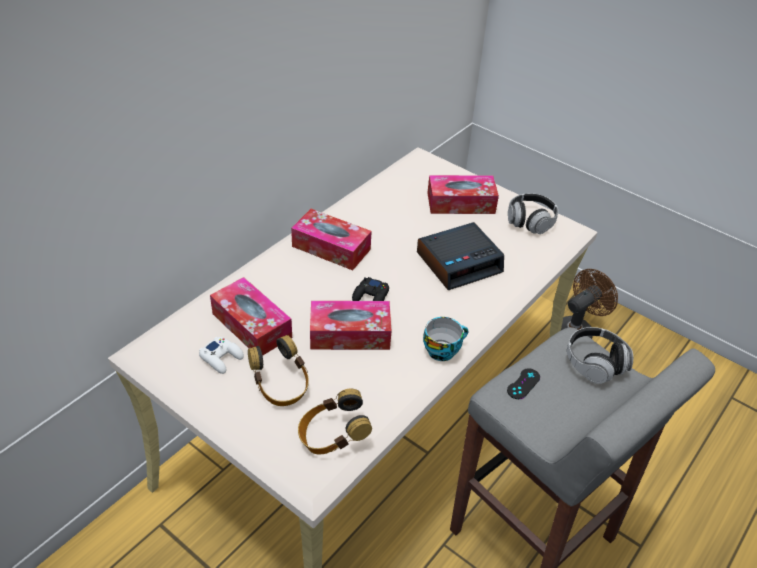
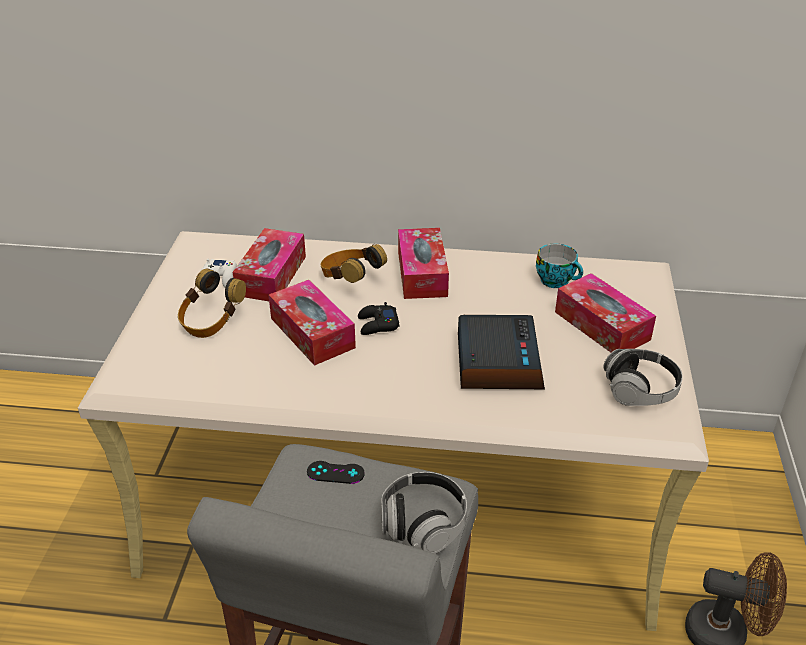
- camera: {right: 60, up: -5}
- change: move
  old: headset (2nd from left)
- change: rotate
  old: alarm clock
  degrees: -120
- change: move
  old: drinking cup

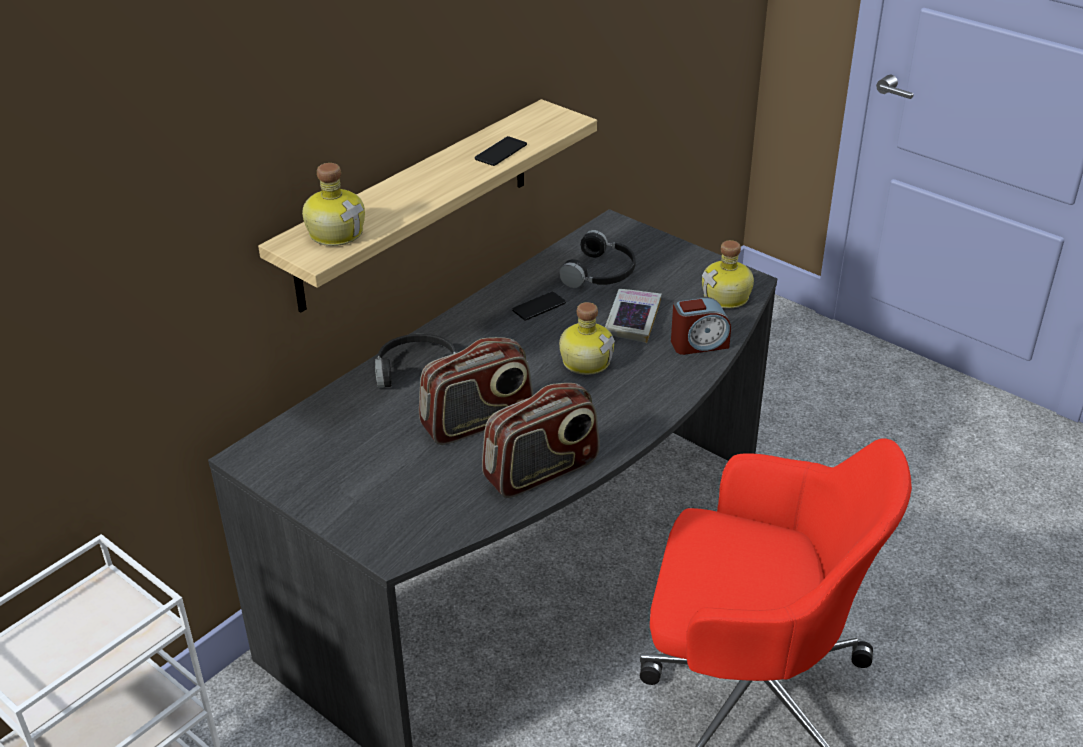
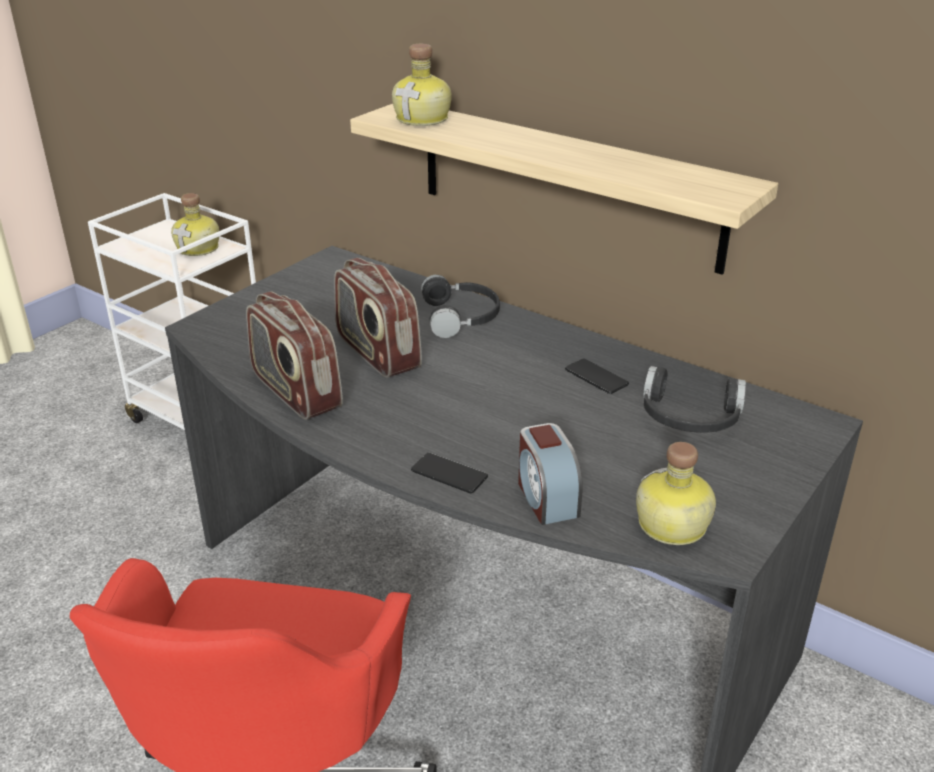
- camera: {right: 85, up: -5}
- change: move
  old: telephone (1st from left)
- change: move
  old: beverage bottle (2nd from left in the first image)
  new: beverage bottle (1st from left)
- change: delete
  old: bound book

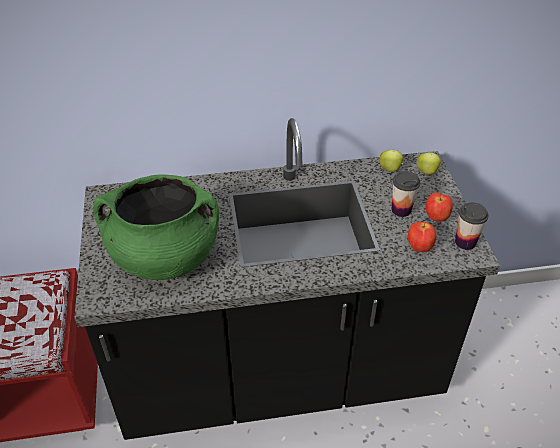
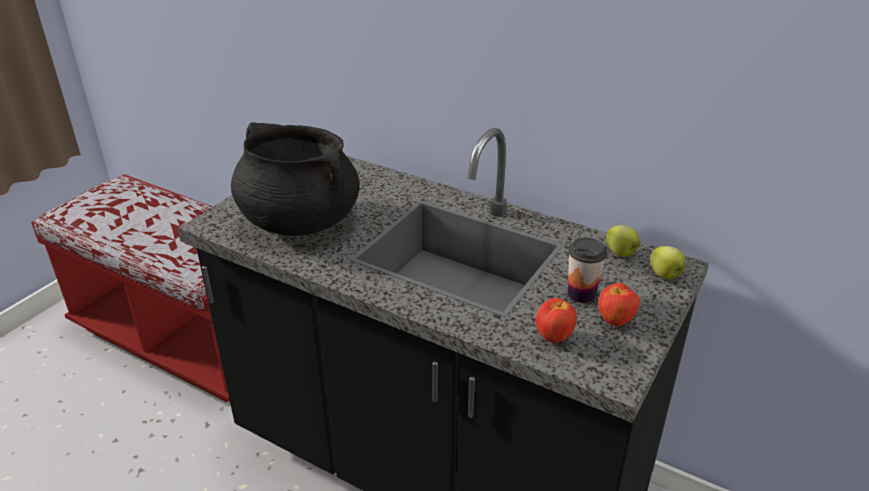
- camera: {right: 40, up: -10}
- change: recolor
  old: cooking pot in green
  new: cooking pot in blackish
- change: delete
  old: drinking cup (2nd from left)

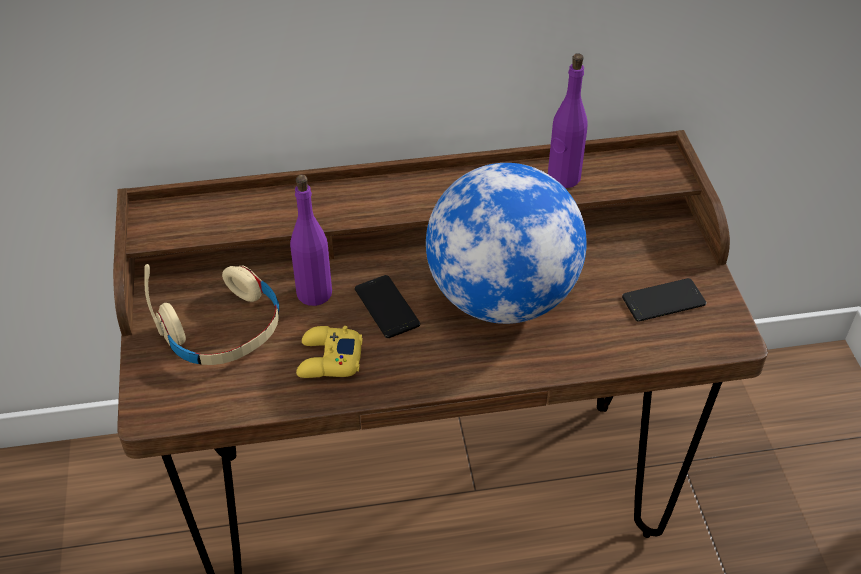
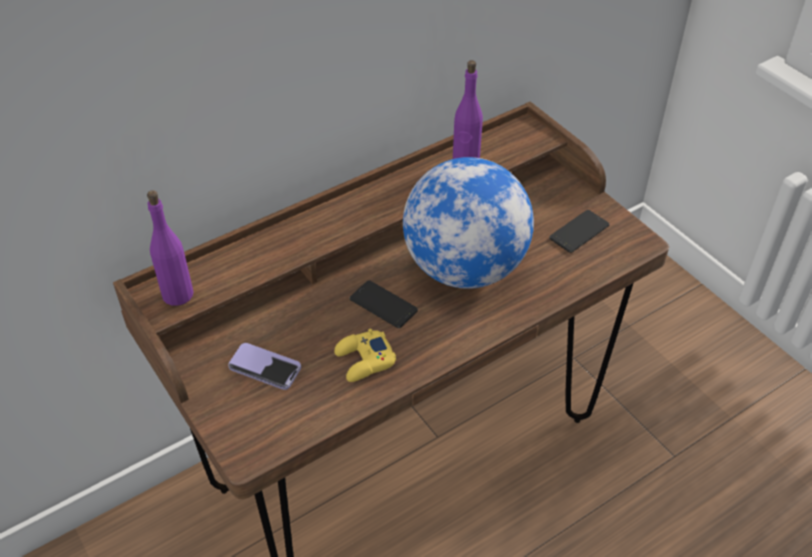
- camera: {right: -25, up: 0}
- change: replace
  old: headset in beige-coloured
  new: telephone (1st from left)
- change: move
  old: beverage bottle in purplish (1st from left)

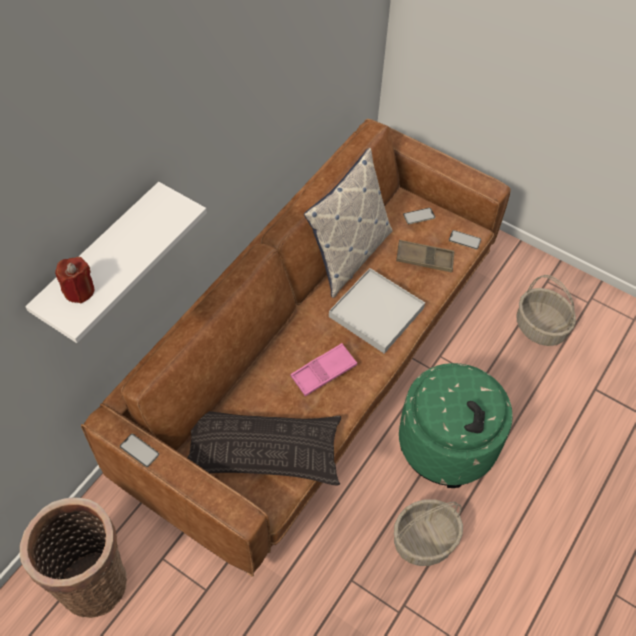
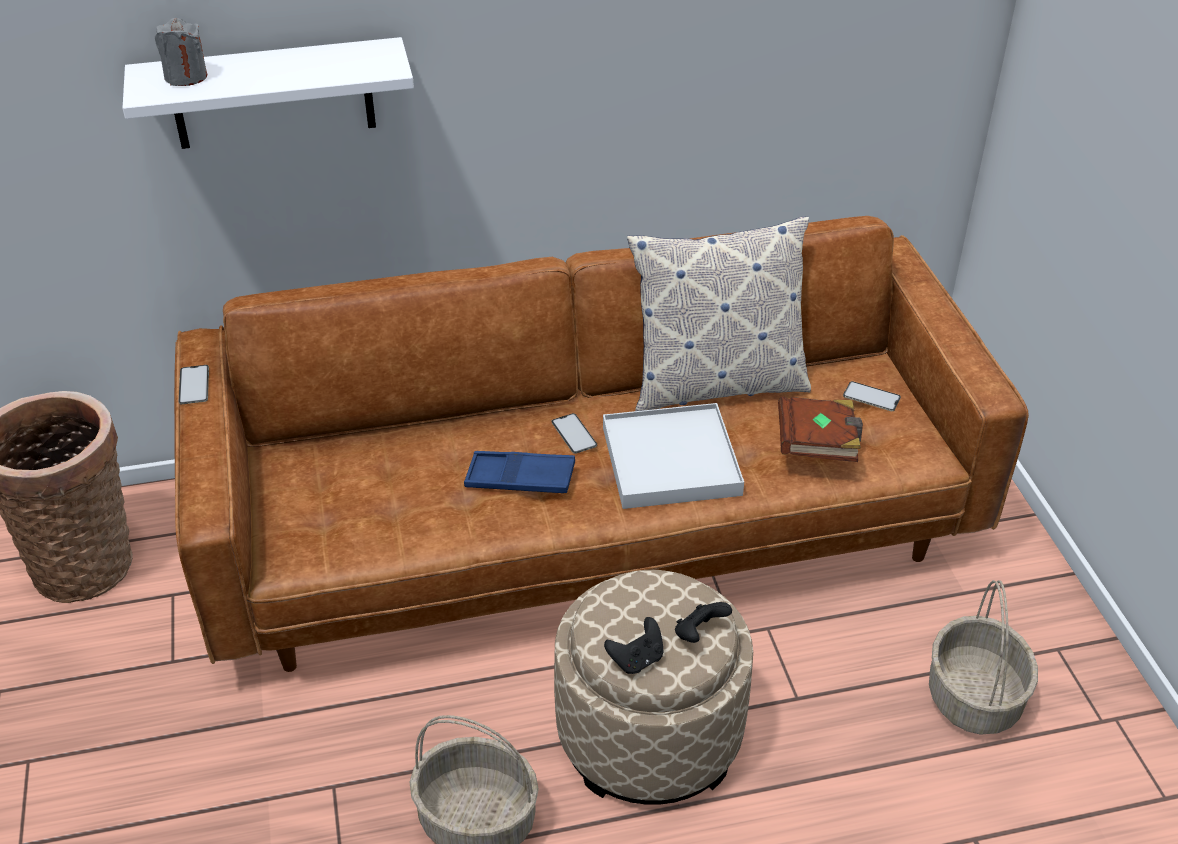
- camera: {right: 45, up: -15}
- change: recolor
  old: wax candle in red
  new: wax candle in greyish
- change: delete
  old: pillow (1st from left)
- change: recolor
  old: carrying tray in pink-coloured
  new: carrying tray in blue
- change: replace
  old: carrying tray in brown
  new: bound book in brown
- change: recolor
  old: ottoman in green
  new: ottoman in beige-coloured
- change: move
  old: telephone (3rd from left in the first image)
  new: telephone (2nd from left)
- change: insert
  new: game controller in blackish (2nd from left)

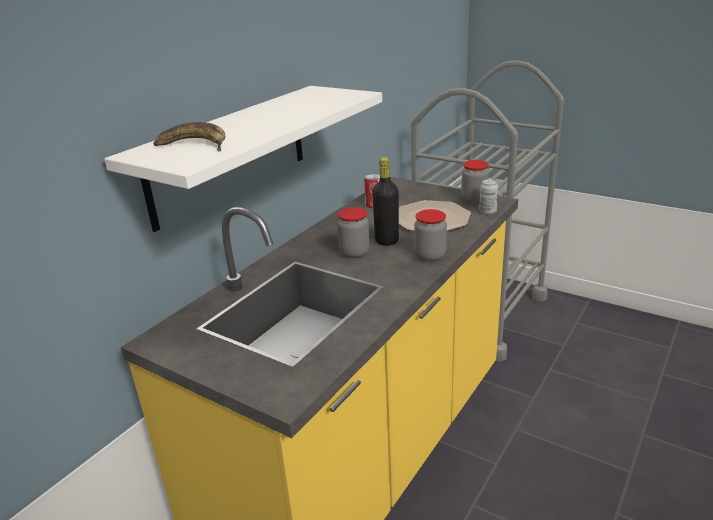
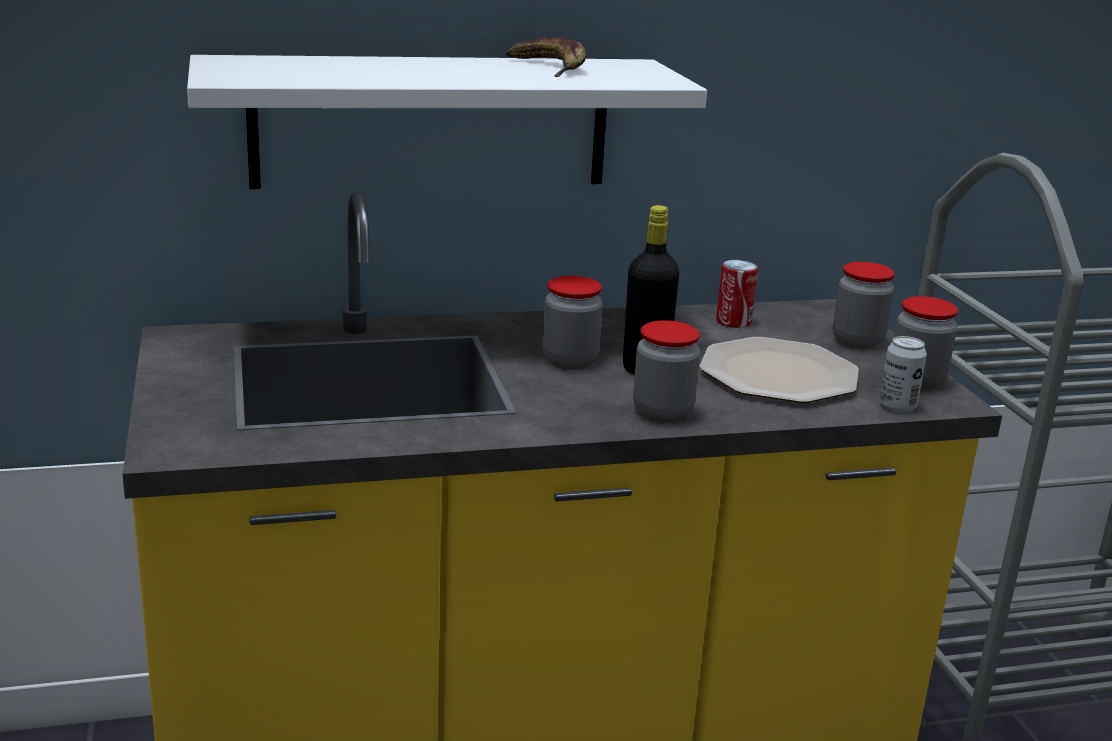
- camera: {right: 40, up: -5}
- change: move
  old: banana fruit
- change: insert
  new: jar (3rd from left)

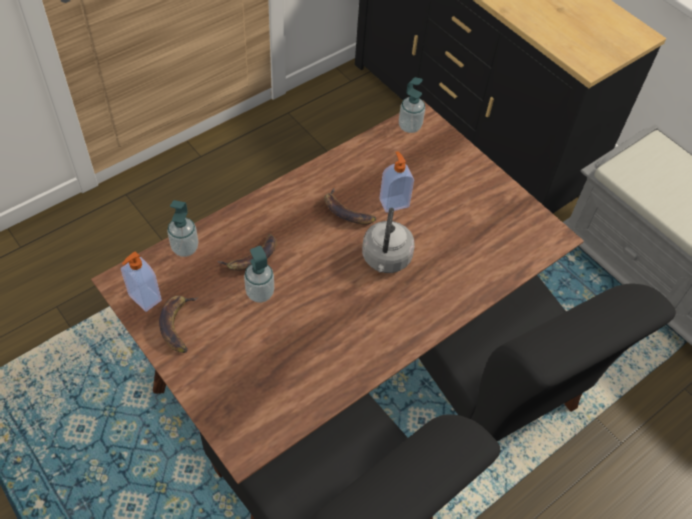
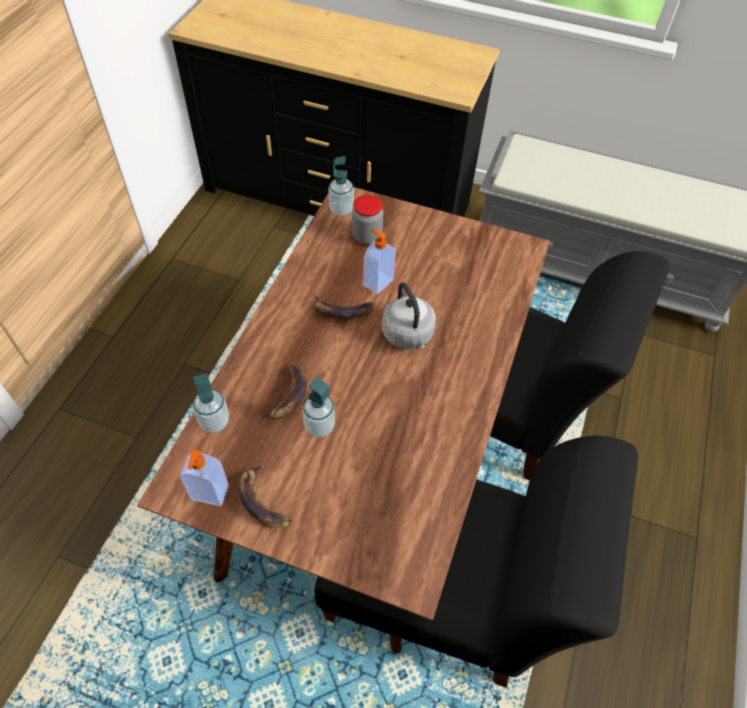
- camera: {right: -30, up: 0}
- change: insert
  new: jar

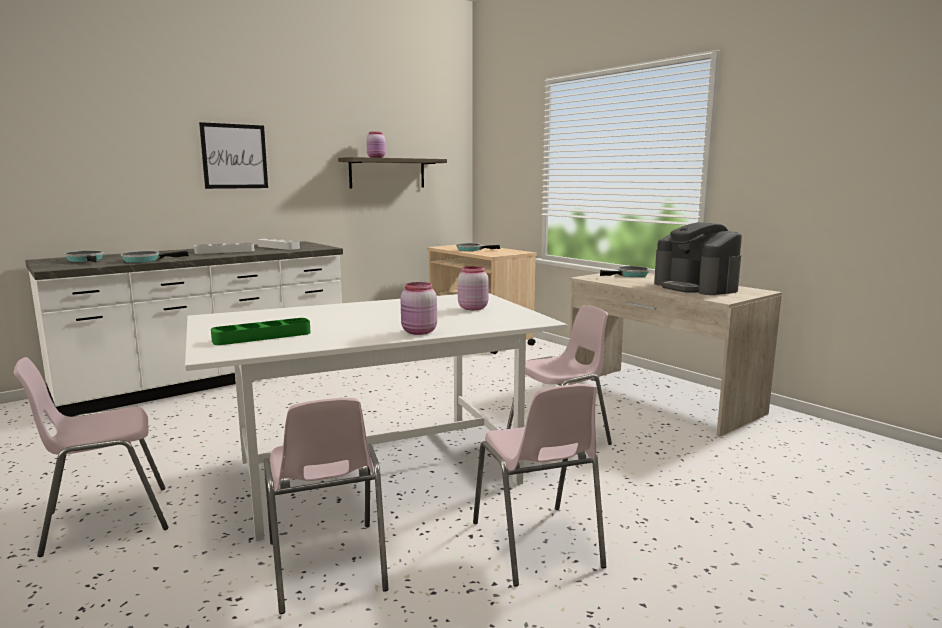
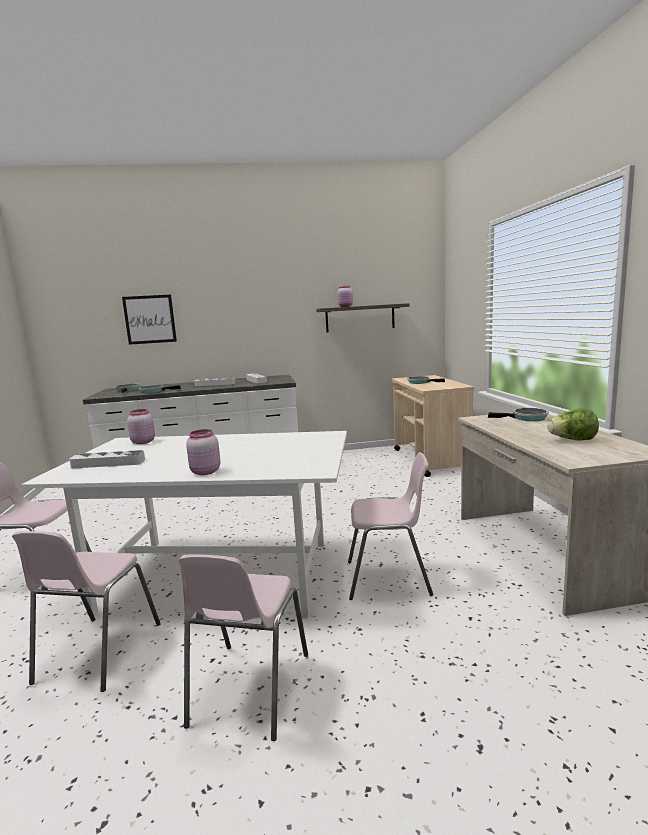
- camera: {right: 30, up: 0}
- change: move
  old: wall art
- change: recolor
  old: carrying tray in green
  new: carrying tray in greyish (1st from left)
- change: move
  old: jar in pink-coloured (3rd from left in the first image)
  new: jar in pink-coloured (1st from left)
- change: replace
  old: coffee machine
  new: lettuce

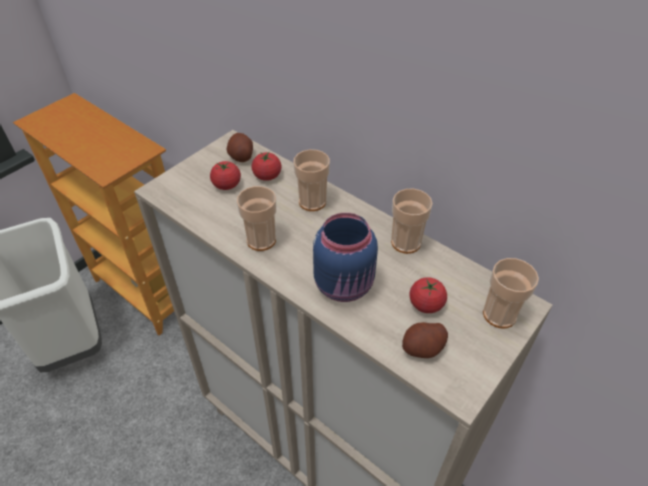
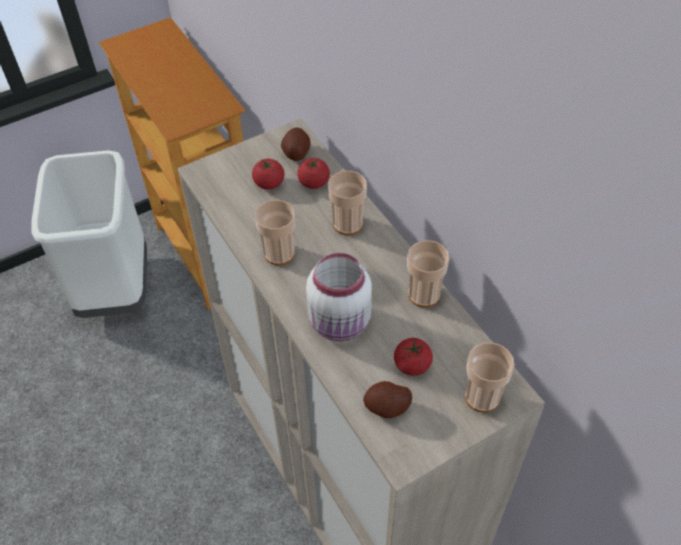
- camera: {right: 20, up: 5}
- change: recolor
  old: jar in blue
  new: jar in whitish

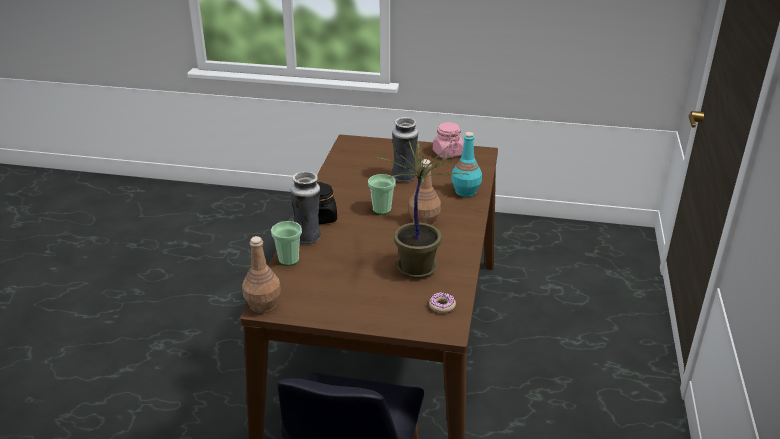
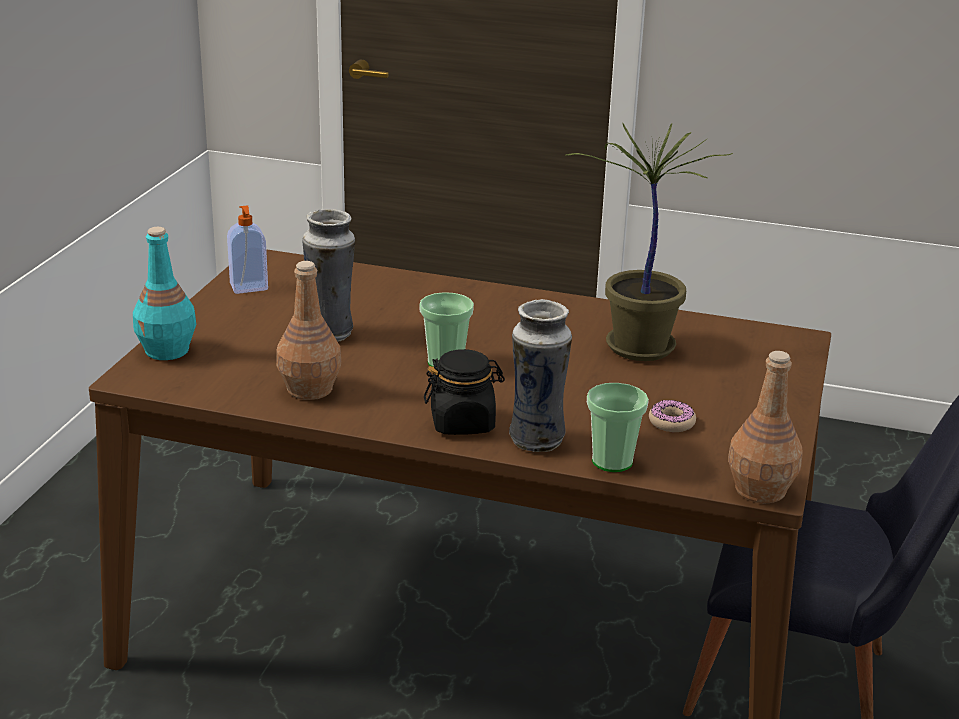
- camera: {right: -85, up: -5}
- change: move
  old: beverage bottle in brown (2nd from left in the first image)
  new: beverage bottle in brown (1st from left)
- change: move
  old: donut
- change: replace
  old: jar in pink-coloured
  new: soap bottle
- change: move
  old: beverage bottle in blue-green

